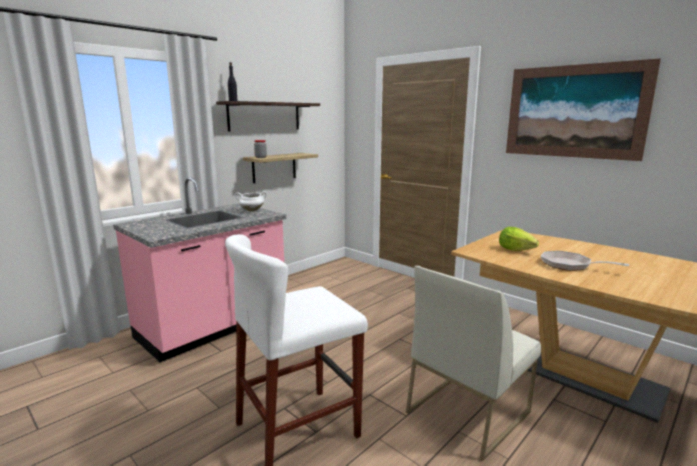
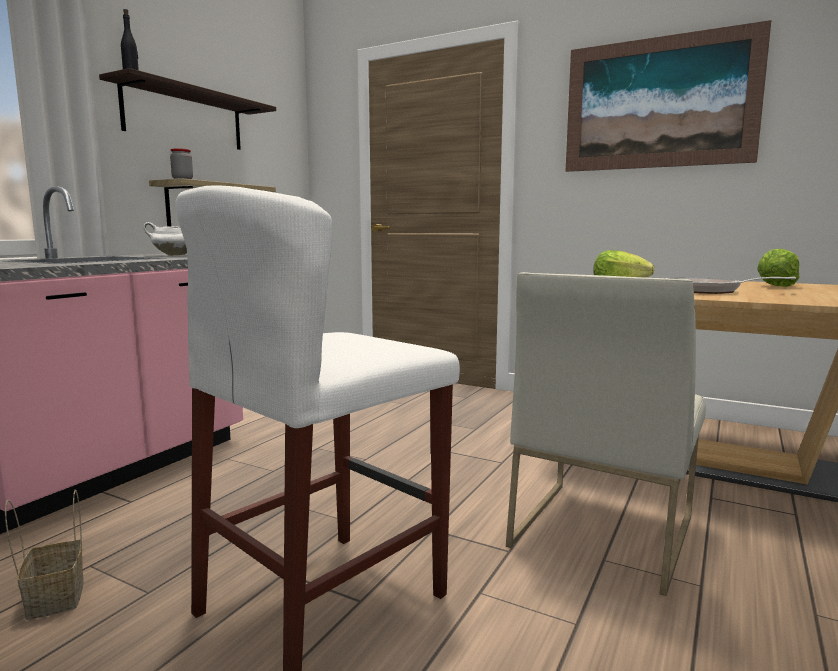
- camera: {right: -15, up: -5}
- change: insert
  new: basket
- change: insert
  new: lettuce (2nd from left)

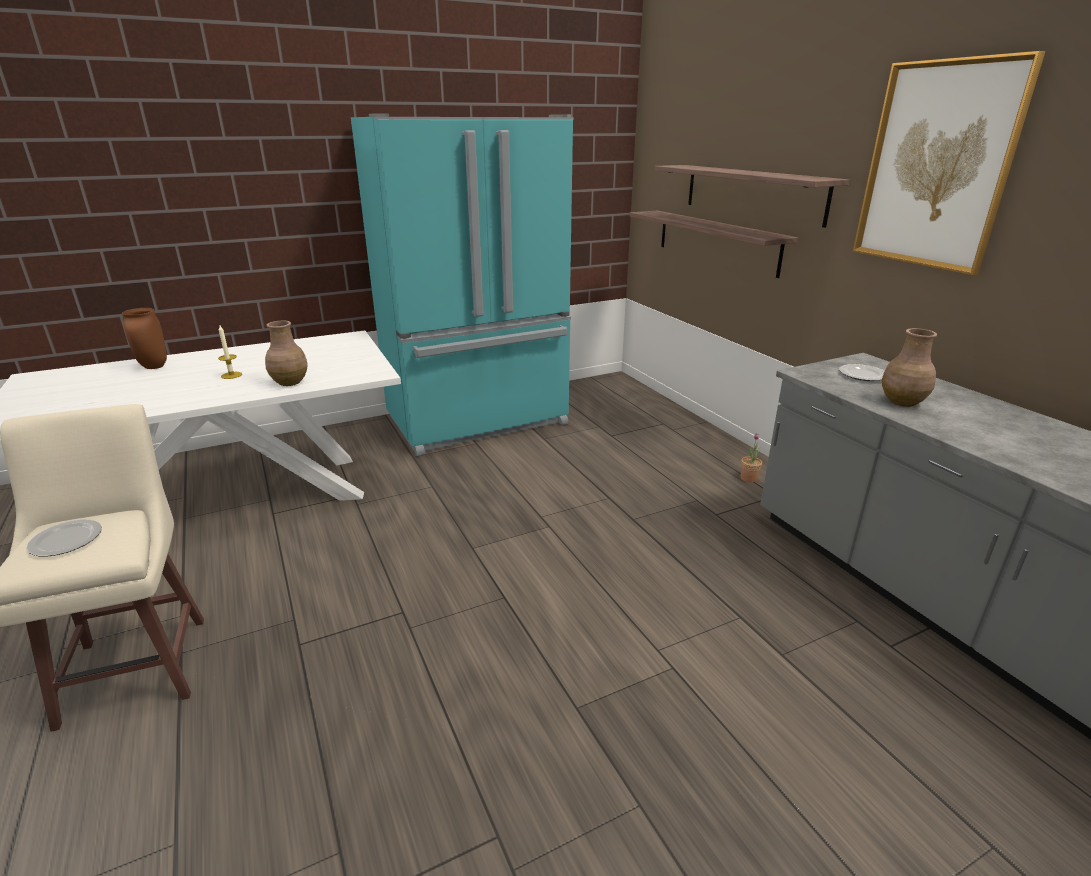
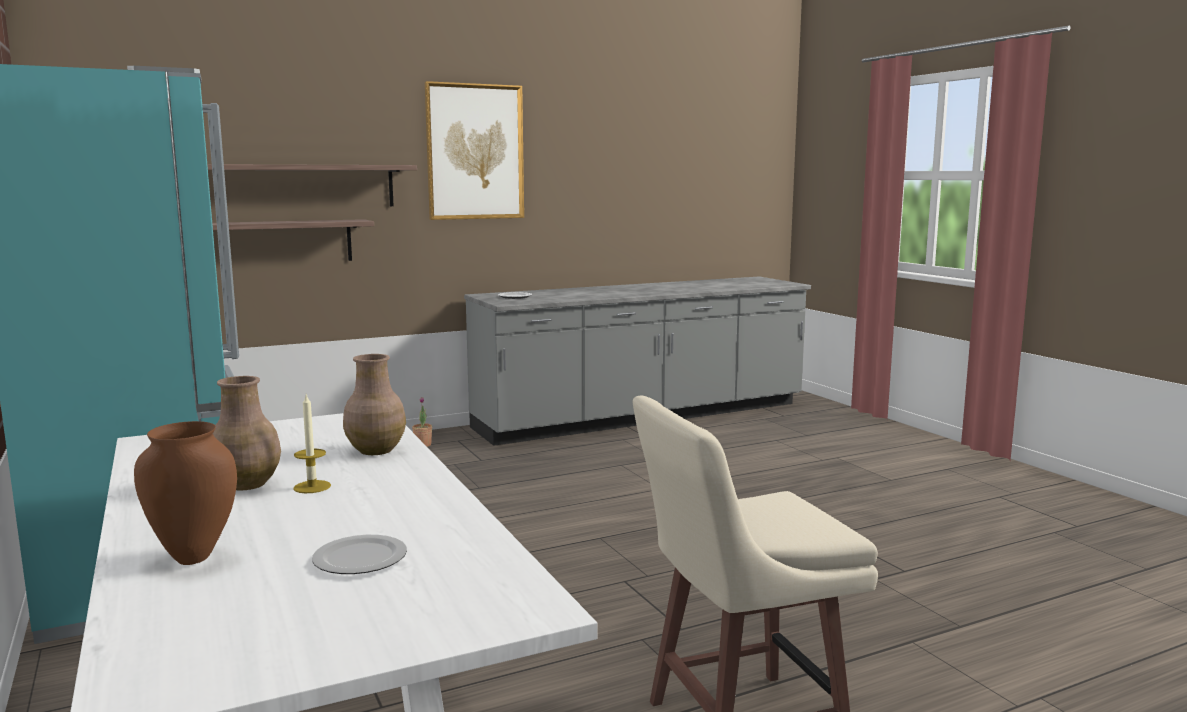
- camera: {right: -90, up: -15}
- change: move
  old: flat dish (1st from left)
- change: move
  old: decorative vase in brown (3rd from left in the first image)
  new: decorative vase in brown (2nd from left)

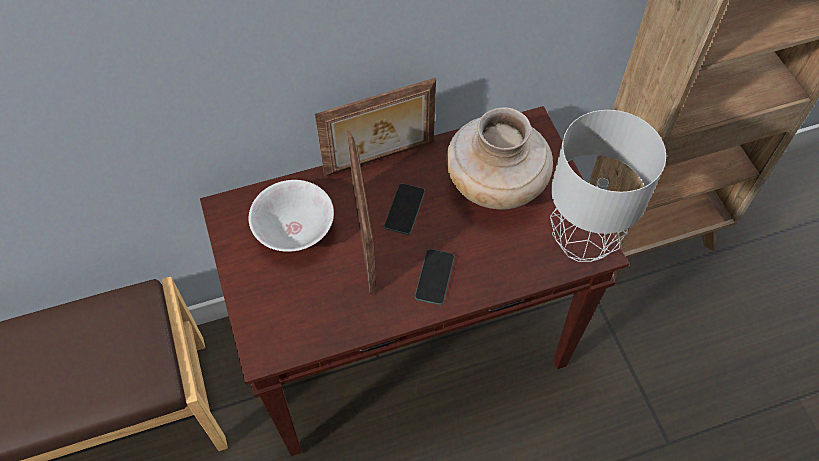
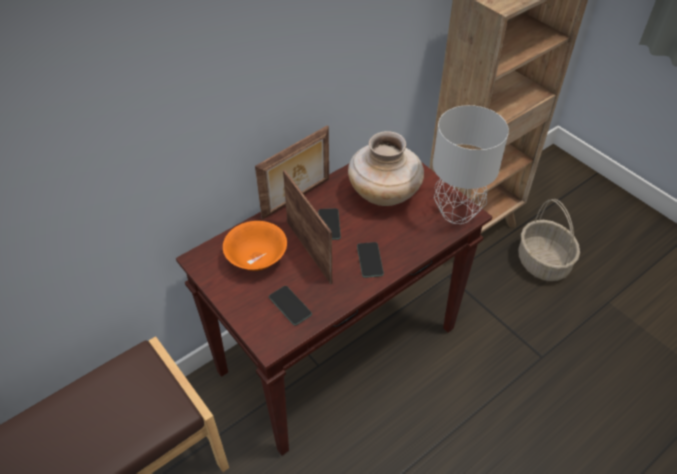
- camera: {right: -20, up: -10}
- change: recolor
  old: serving bowl in whitish
  new: serving bowl in orange-coloured
- change: insert
  new: telephone (1st from left)
- change: insert
  new: basket

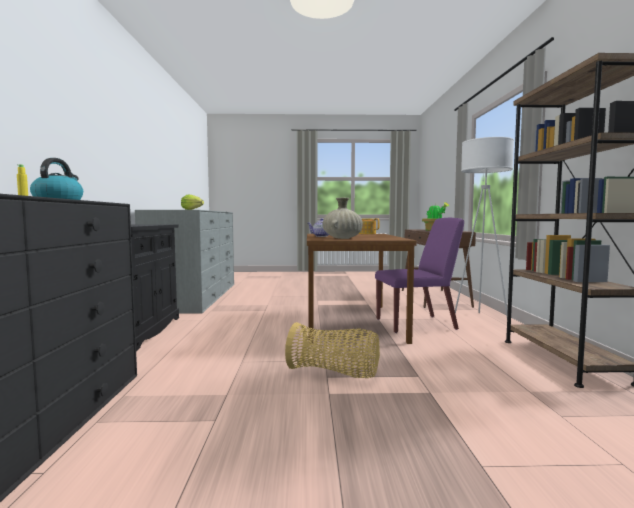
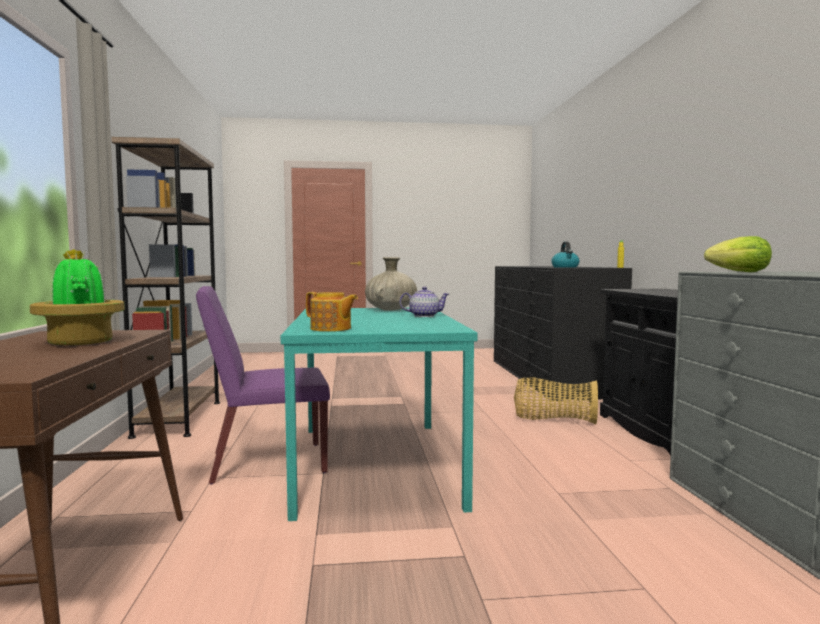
- camera: {right: 175, up: 0}
- change: move
  old: basket
- change: recolor
  old: dinner table in brown
  new: dinner table in blue-green
- change: delete
  old: standard lamp in whitish

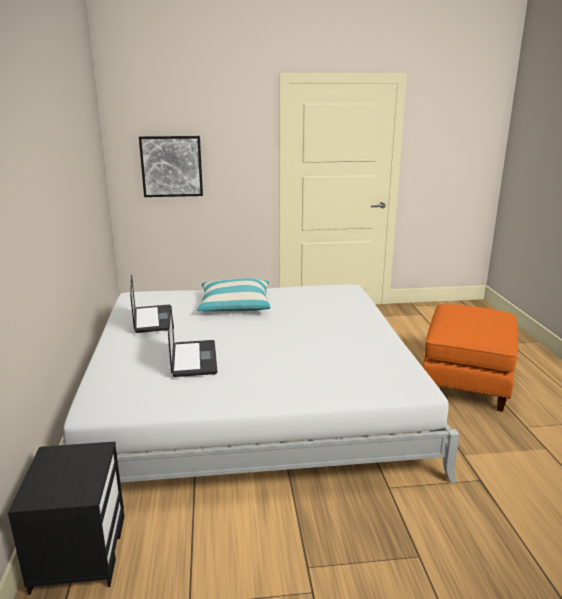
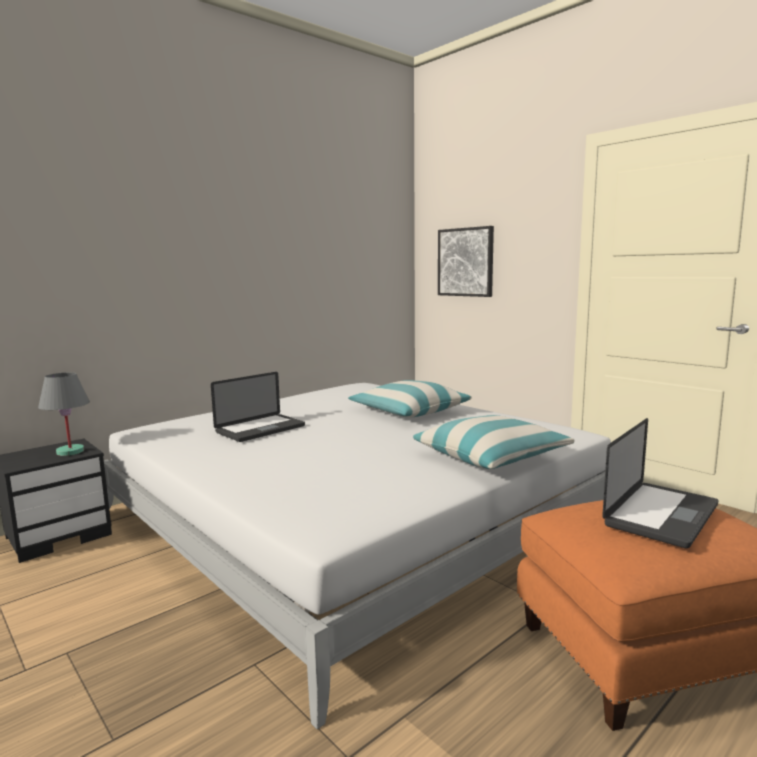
- camera: {right: 55, up: -10}
- change: move
  old: notebook computer (1st from left in the first image)
  new: notebook computer (2nd from left)
- change: insert
  new: tabletop lamp in greyish
- change: insert
  new: pillow (2nd from left)

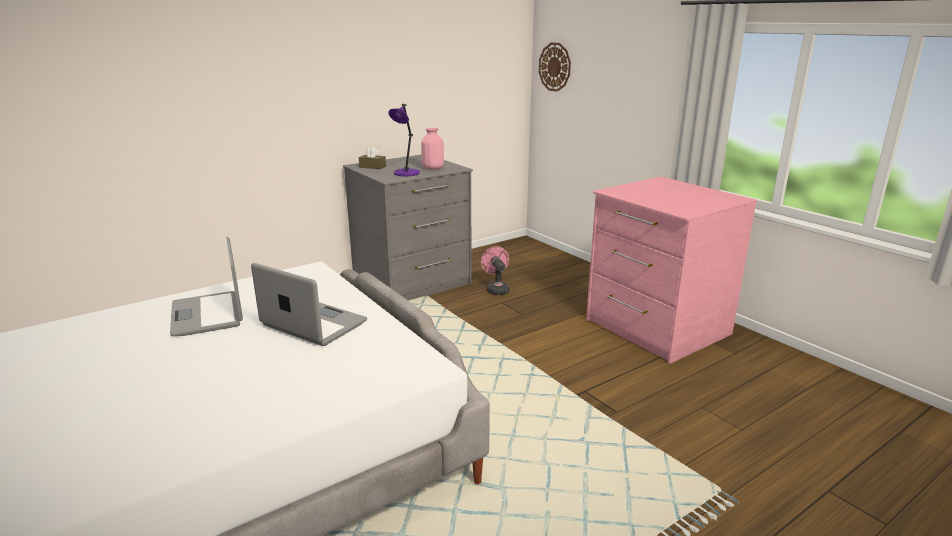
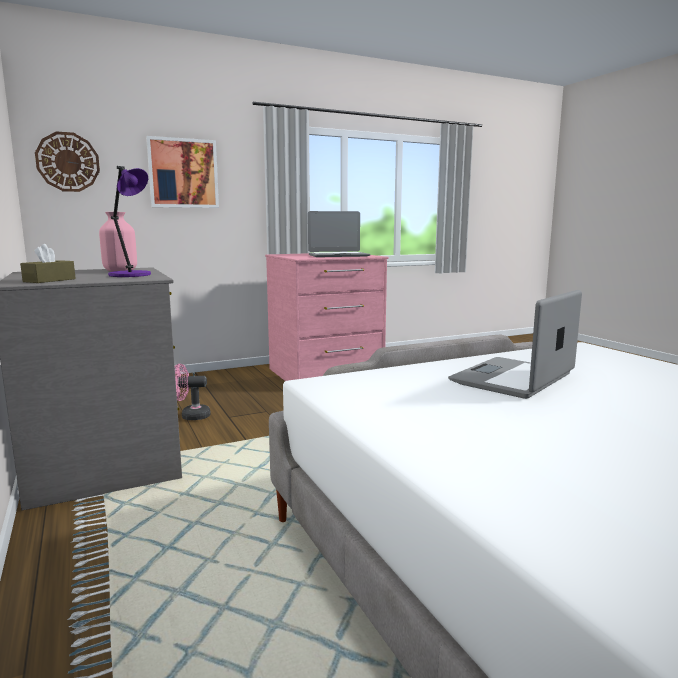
- camera: {right: -80, up: -10}
- change: move
  old: notebook computer (1st from left)
- change: insert
  new: wall art

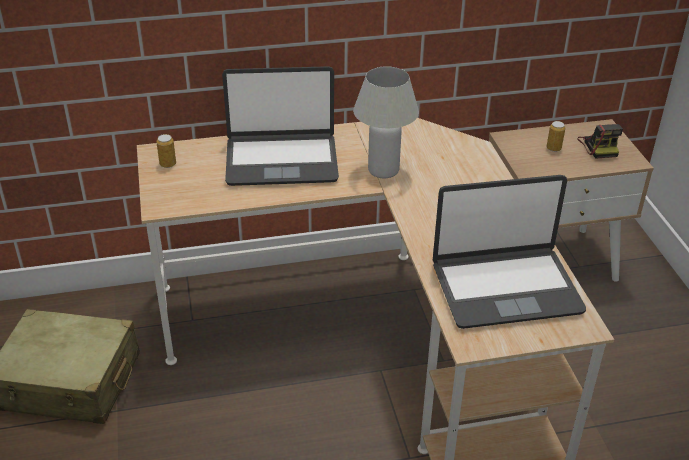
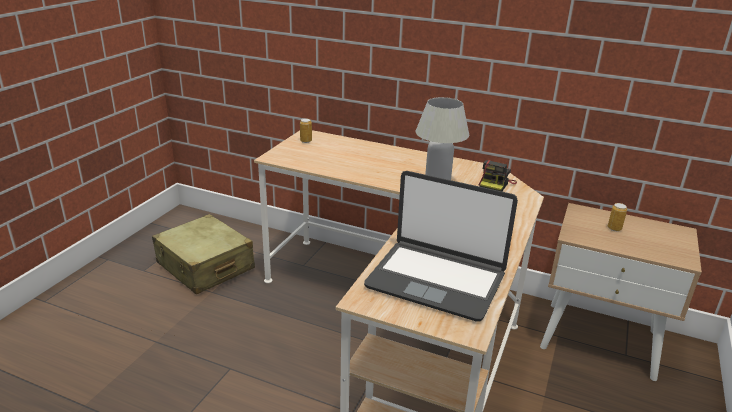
- camera: {right: 35, up: -10}
- change: delete
  old: notebook computer (1st from left)
- change: move
  old: still camera

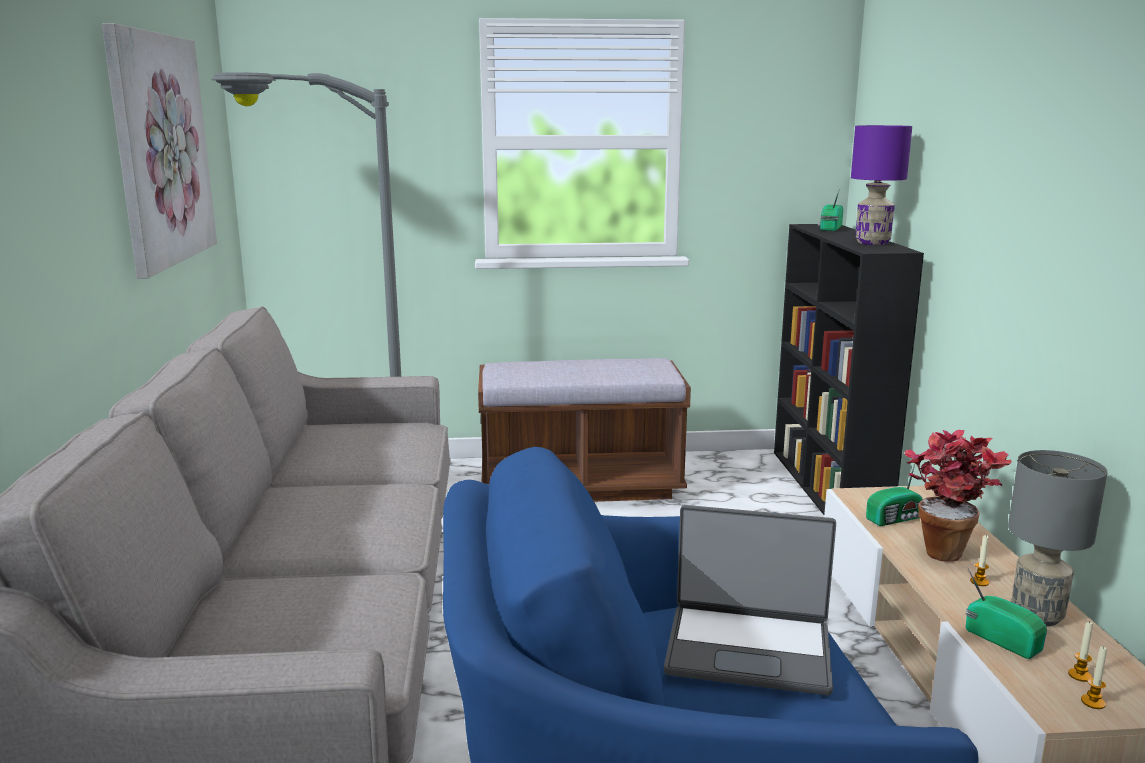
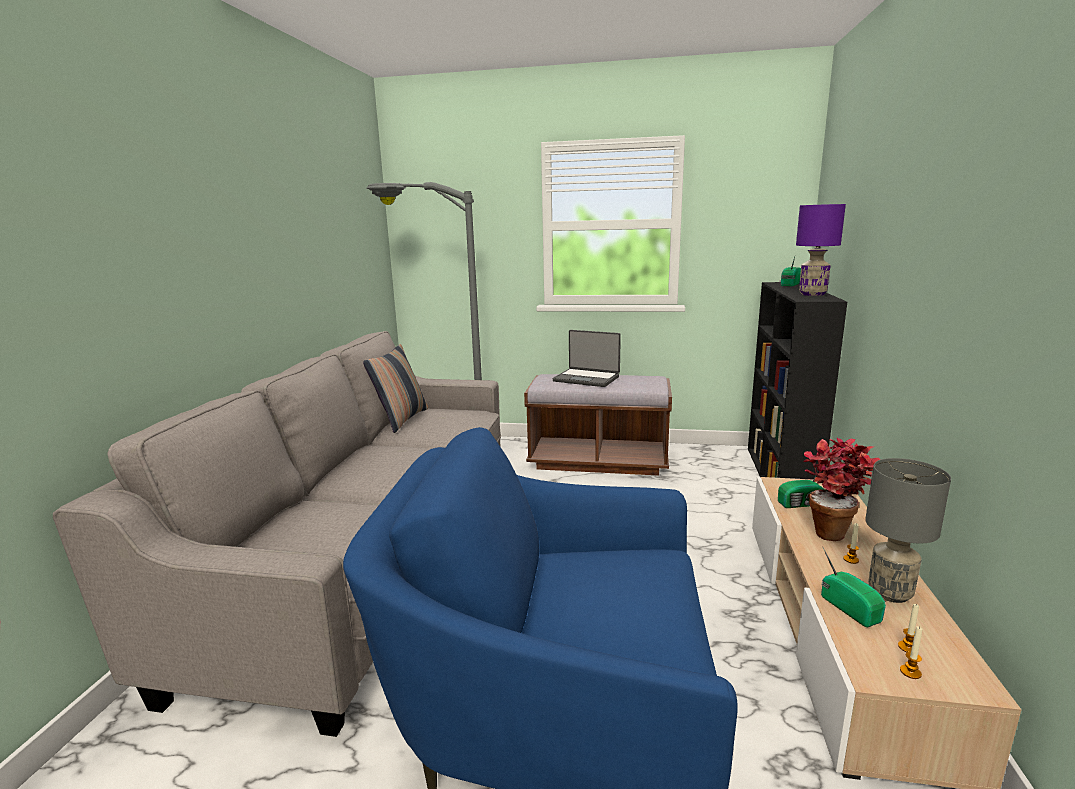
- camera: {right: 15, up: 0}
- change: delete
  old: wall art
- change: move
  old: notebook computer
- change: insert
  new: pillow

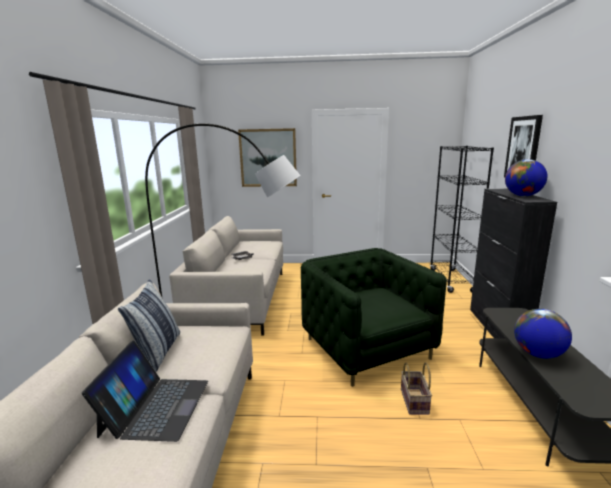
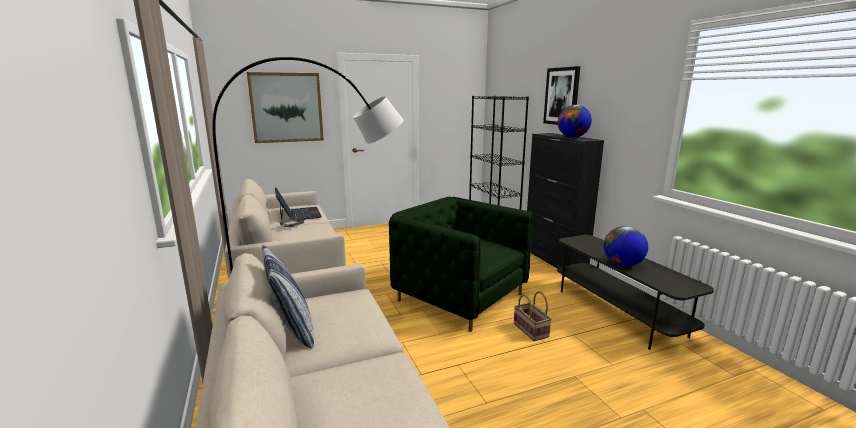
- camera: {right: -25, up: 0}
- change: move
  old: notebook computer

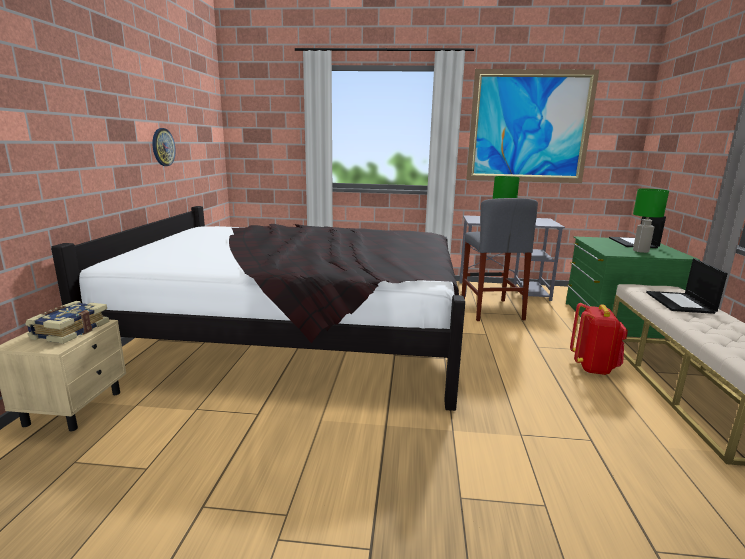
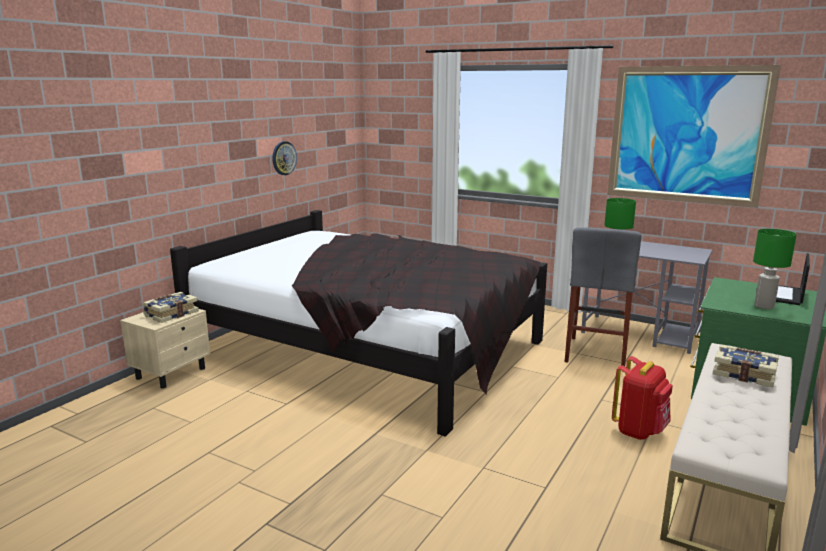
- camera: {right: 25, up: 0}
- change: replace
  old: notebook computer (2nd from left)
  new: bound book (2nd from left)

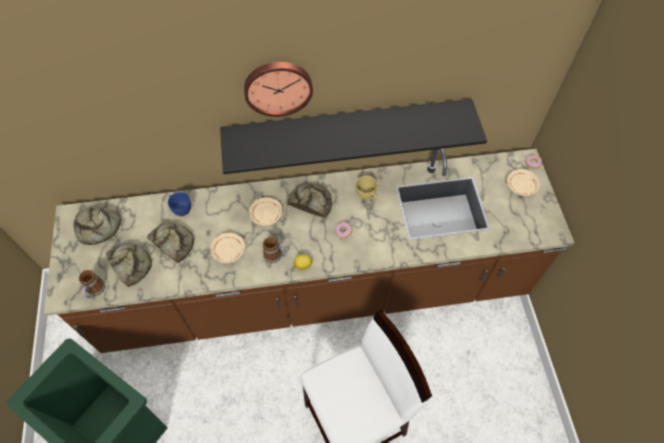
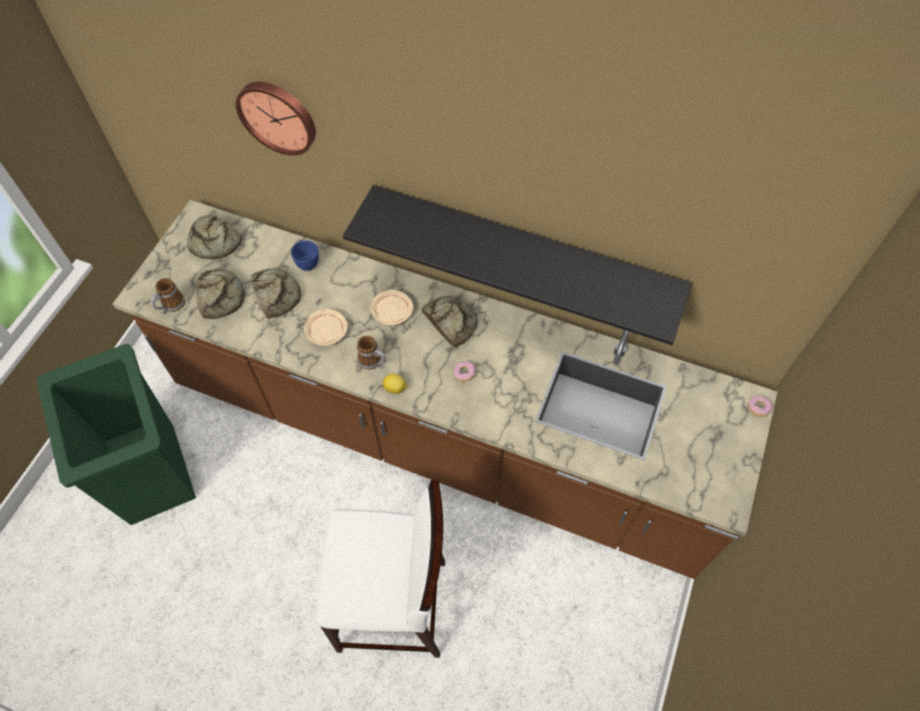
- camera: {right: 30, up: 0}
- change: move
  old: clock on the wall
- change: delete
  old: drinking cup in yellow
- change: delete
  old: flat dish in beige-coloured (3rd from left)

